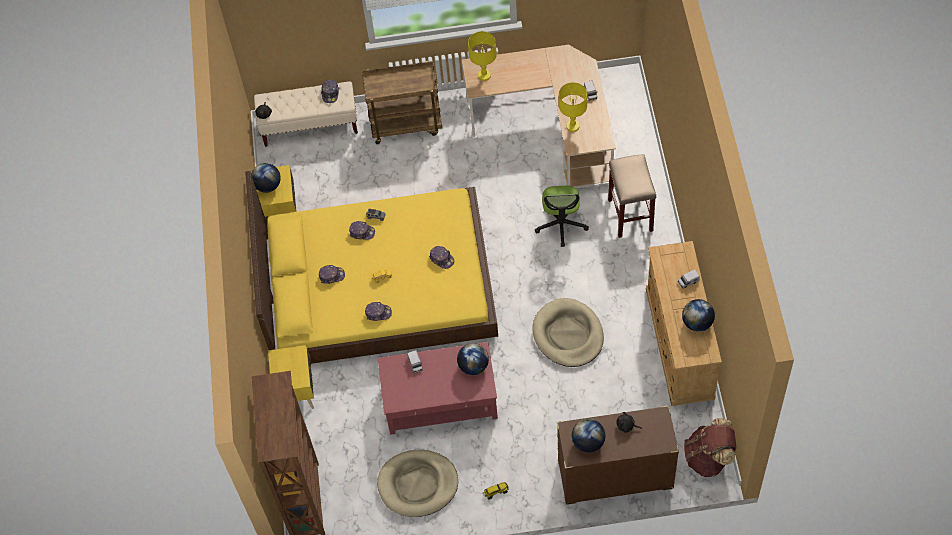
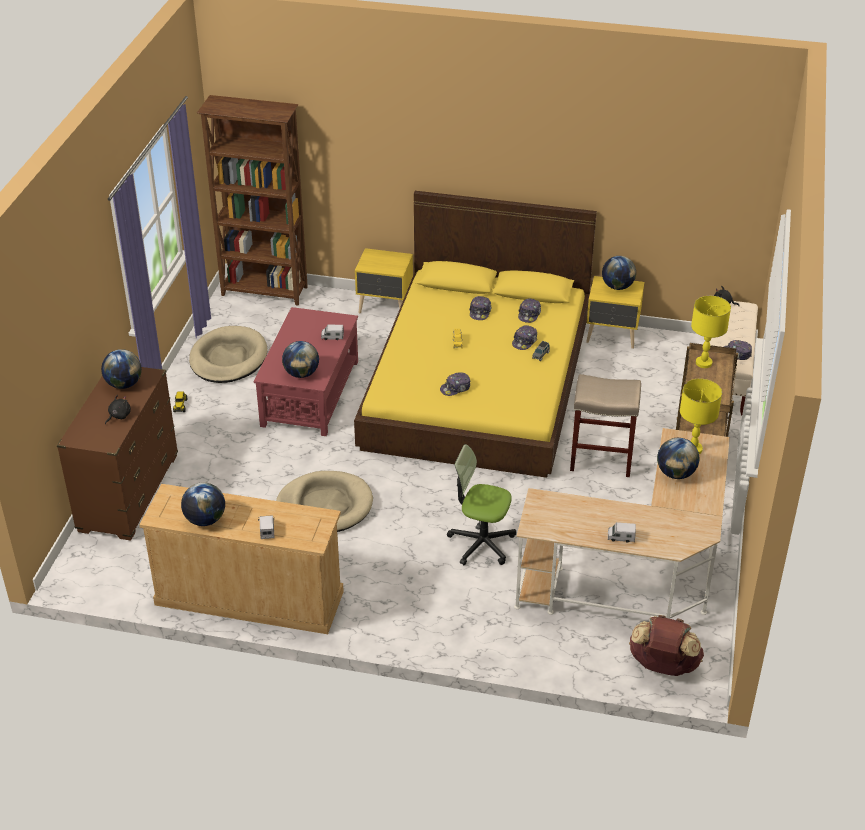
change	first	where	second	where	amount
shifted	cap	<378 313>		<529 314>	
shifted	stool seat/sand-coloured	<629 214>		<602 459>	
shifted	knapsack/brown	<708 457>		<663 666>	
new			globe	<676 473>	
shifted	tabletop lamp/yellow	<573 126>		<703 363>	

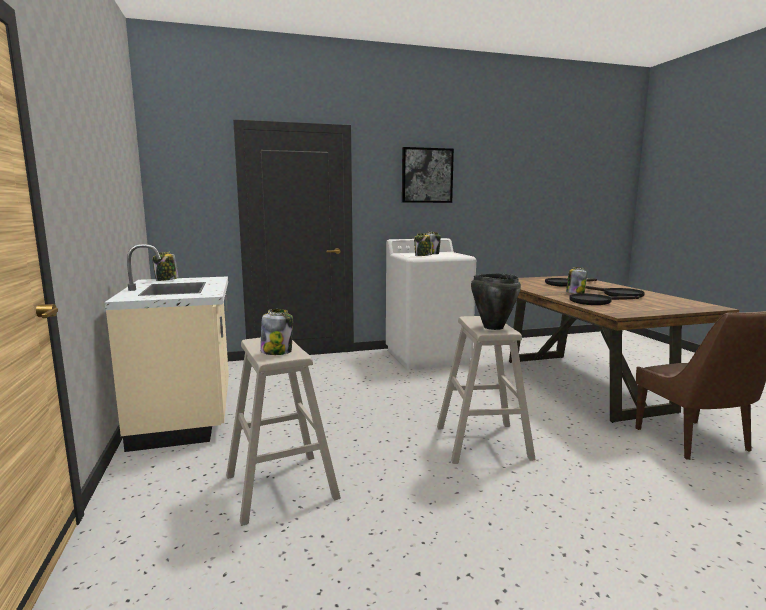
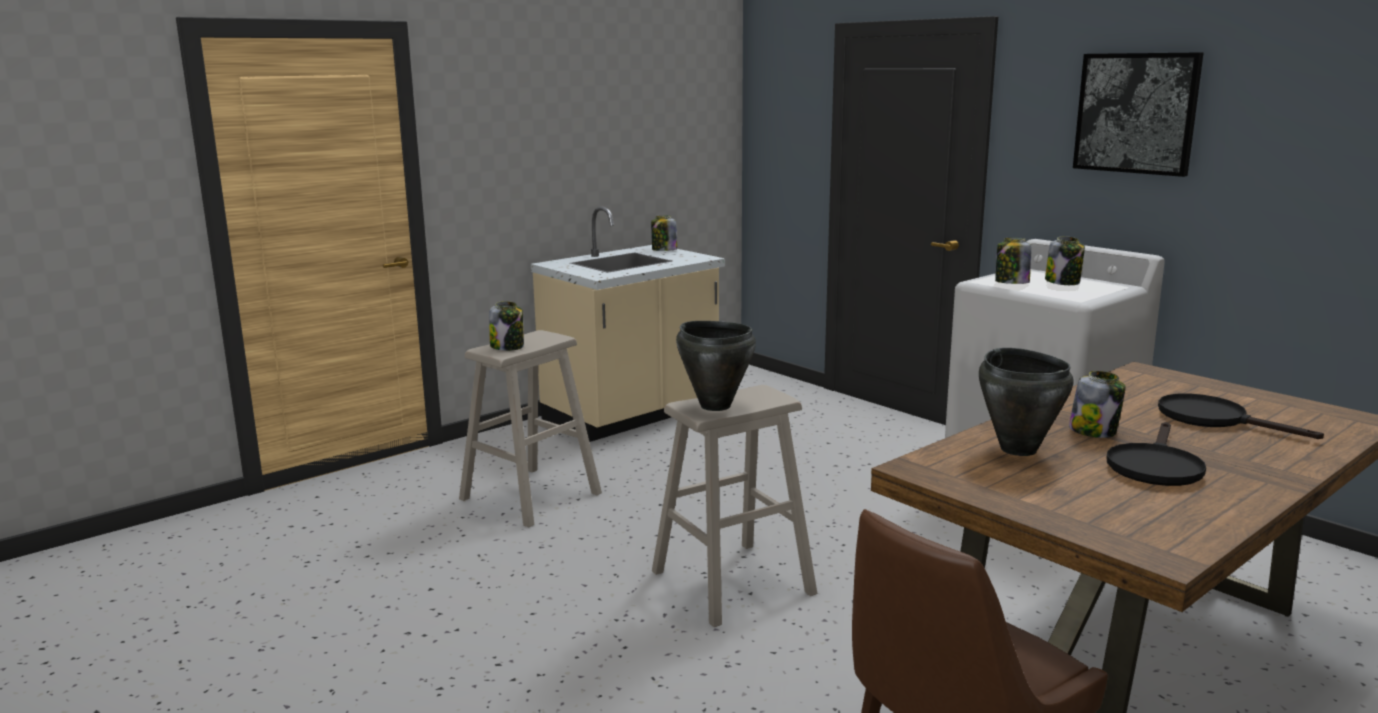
change	first	where	second	where	amount
swapped	frying pan/black	<595 302>	saucepot/black	<1018 449>	

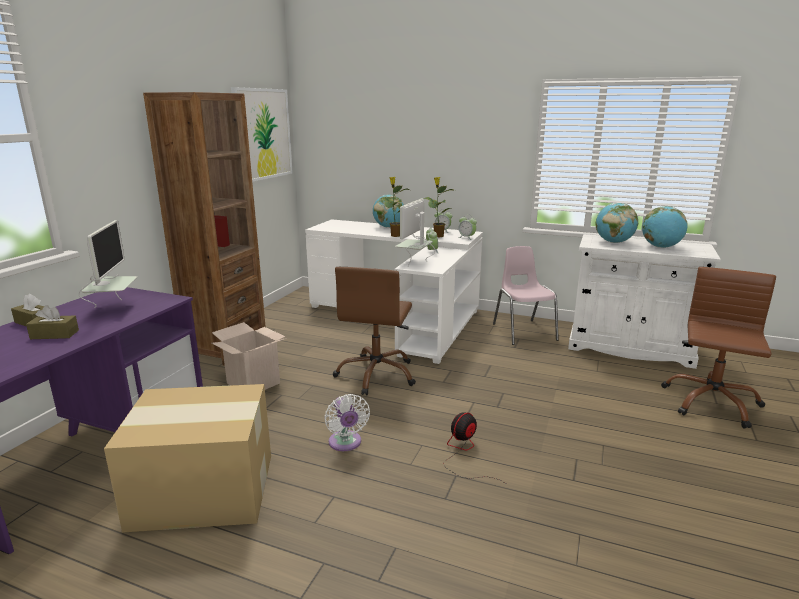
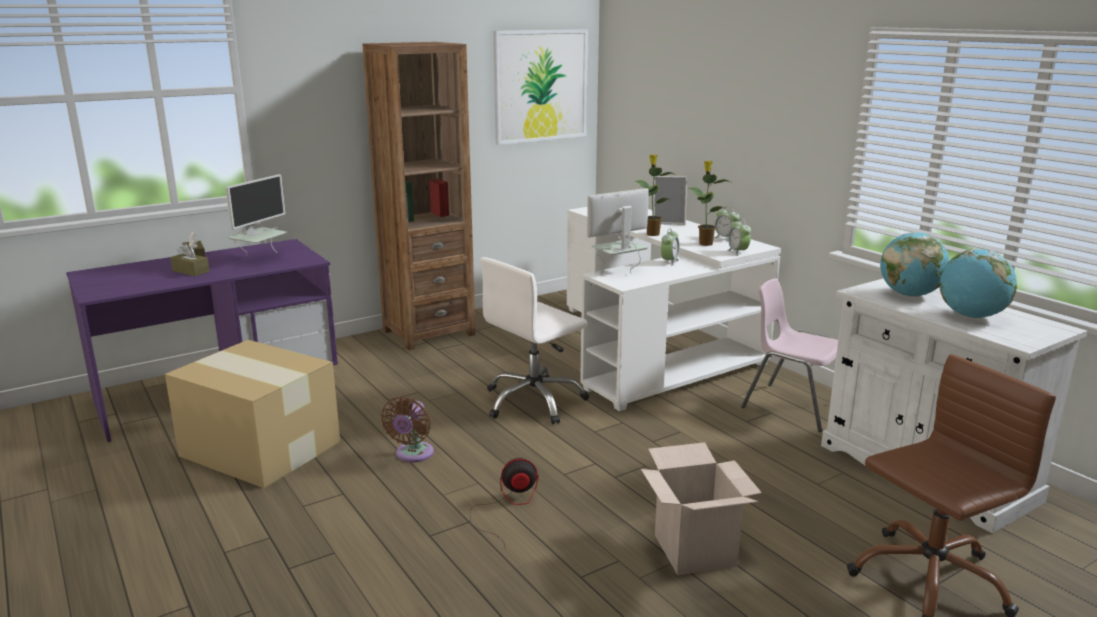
change	first	where	second	where	amount
repainted	cooling fan/white-coloured	<345 443>	cooling fan/brown	<412 455>	
repainted	computer chair/brown	<377 374>	computer chair/white-coloured	<534 401>	
shifted	carton	<253 383>		<694 551>	
swapped	globe	<388 227>	picture frame	<669 222>	
rotated	chair/pink-coloured	<523 331>		<792 406>	75 degrees counterclockwise

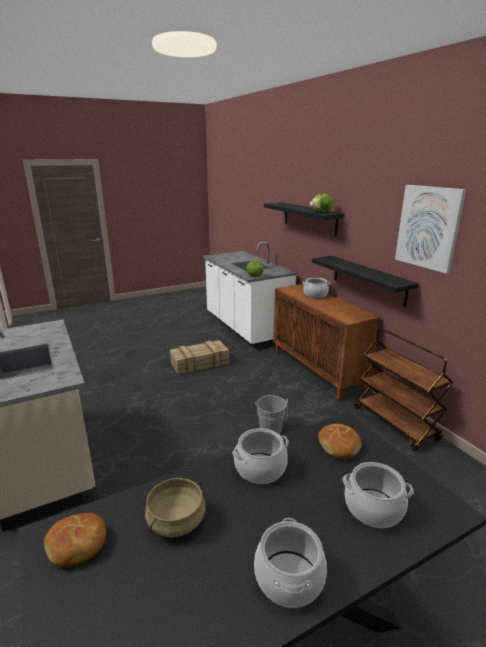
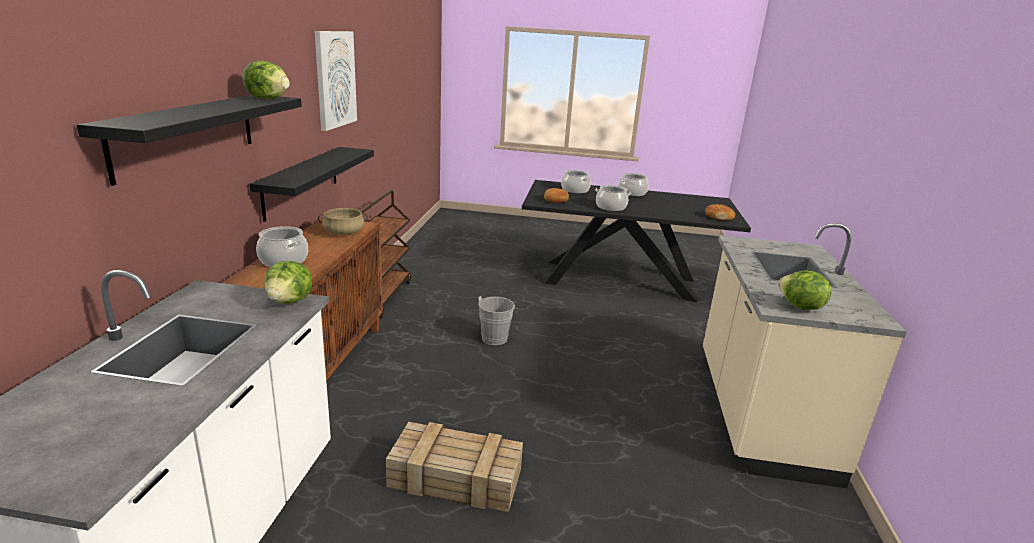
change	first	where	second	where	amount
shifted	saucepot/sand-coloured	<176 521>		<344 233>	
new			lettuce head	<800 307>	

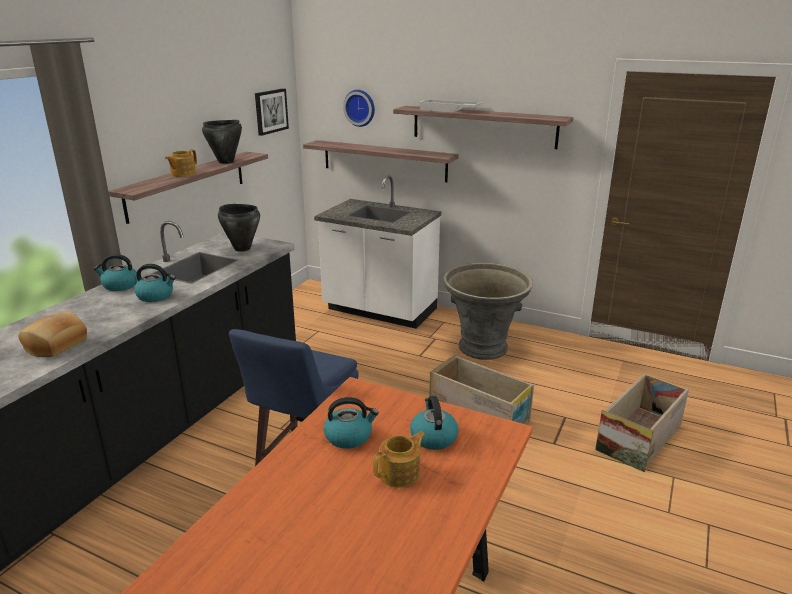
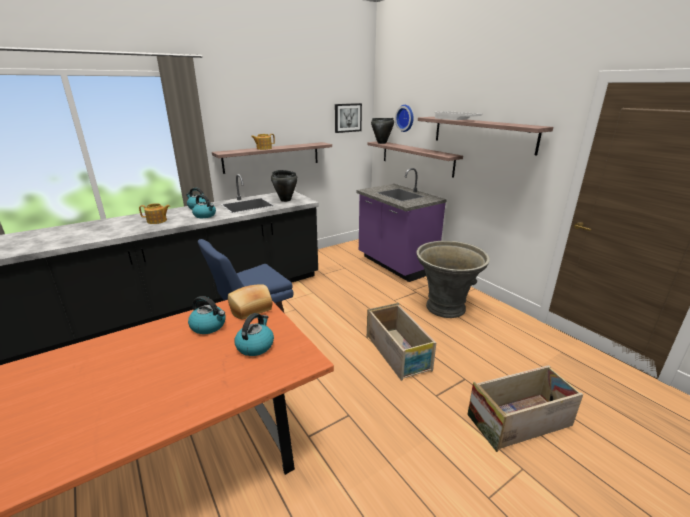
change	first	where	second	where	amount
shifted	tea pot	<400 473>		<157 221>	
shifted	bread	<57 345>		<251 309>	
repainted	kitchen counter/white-coloured	<379 311>	kitchen counter/purple-coloured	<395 265>	
shifted	saucepot/black	<226 162>		<382 143>	

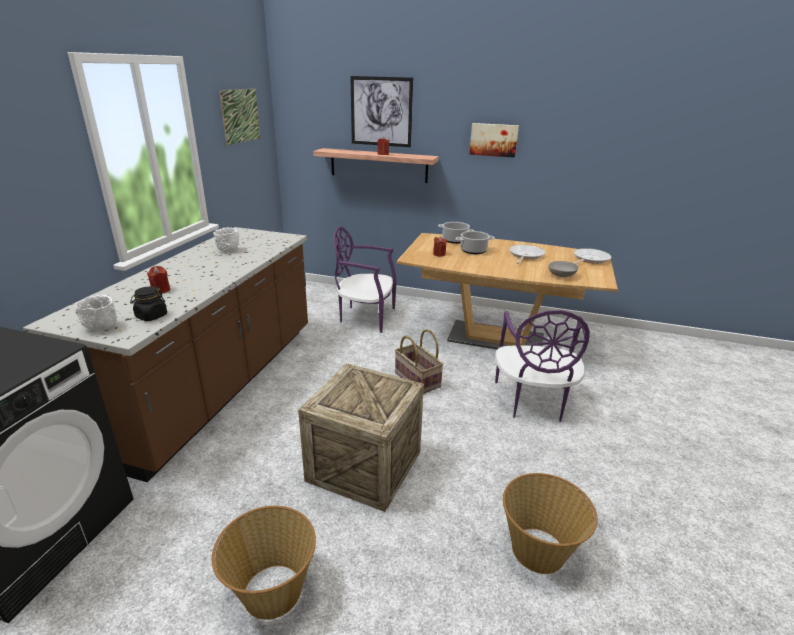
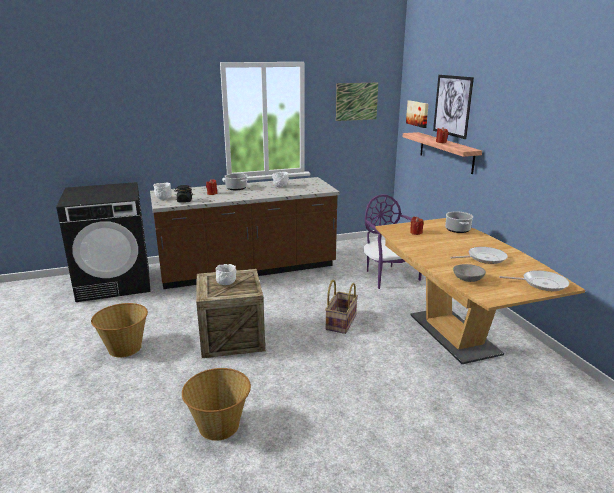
change	first	where	second	where	amount
new			deep dish/white-coloured	<226 284>	
shifted	saucepot	<474 251>		<236 188>	
shifted	wall art	<493 140>		<418 113>	
gone	chair/purple-coloured	<532 401>			

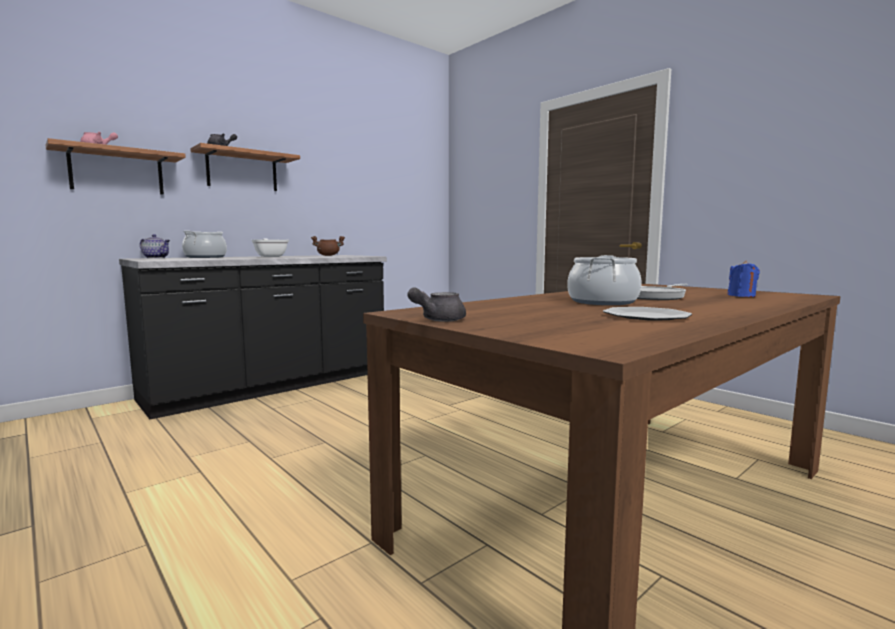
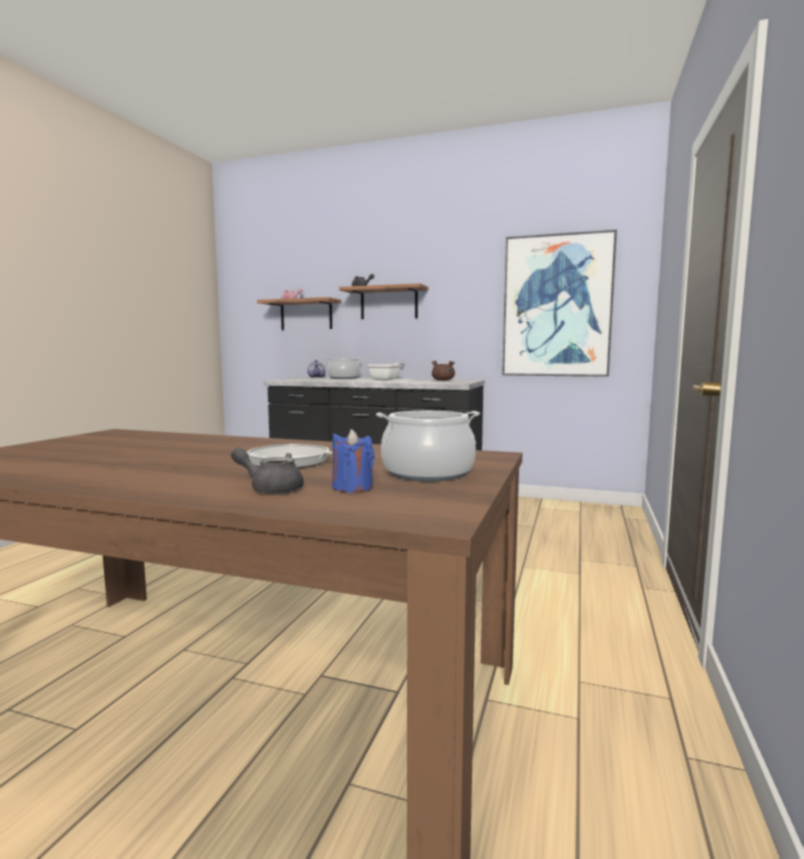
change	first	where	second	where	amount
shifted	tea pot/gray	<437 320>		<271 488>	
shifted	saucepot	<603 302>		<428 473>	
new			wall art	<557 306>	
gone	flat dish	<646 316>			

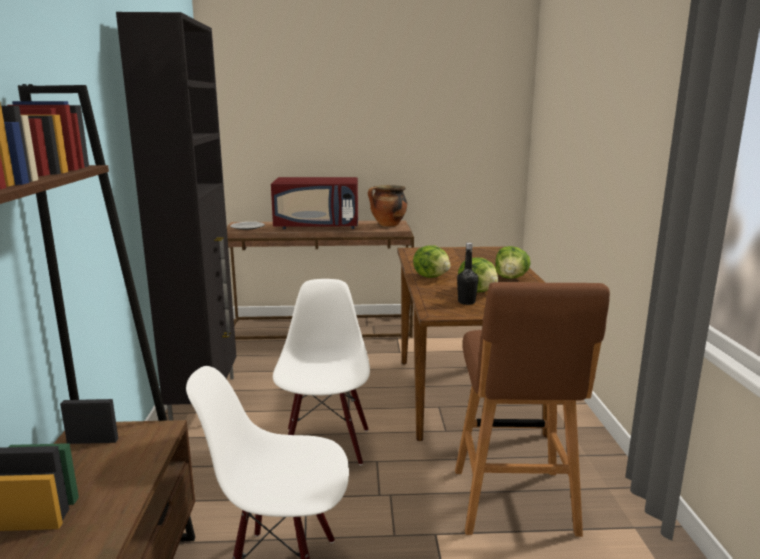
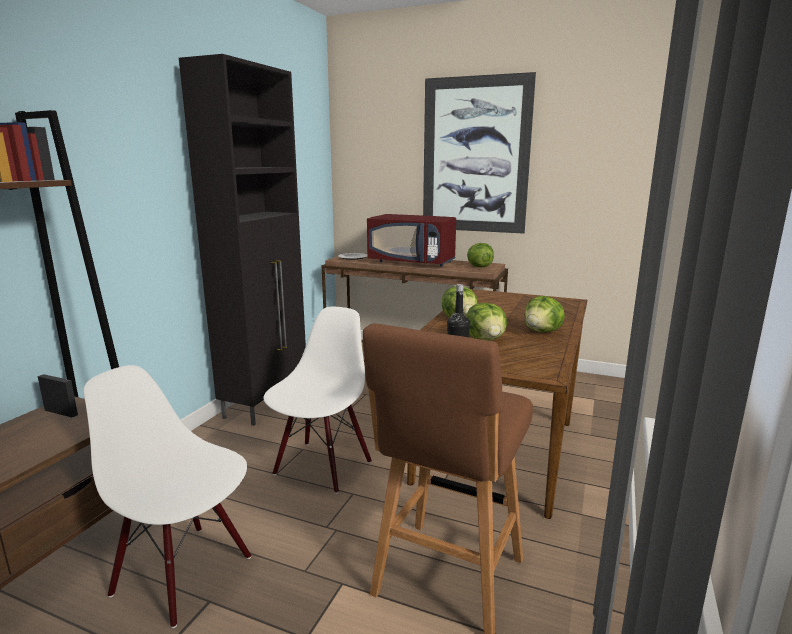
change	first	where	second	where	amount
new			wall art	<475 156>	
swapped	saucepot	<388 225>	lettuce head	<479 266>	

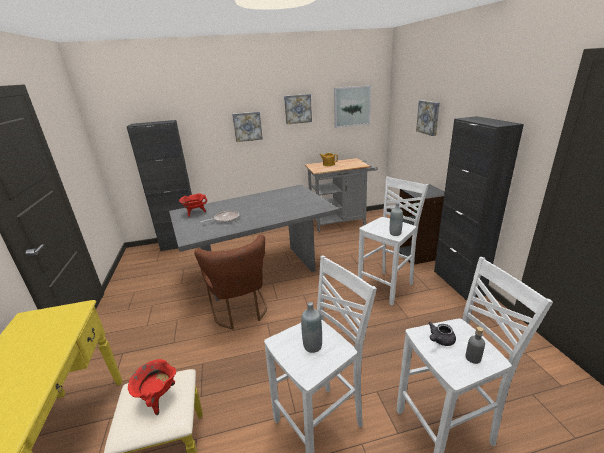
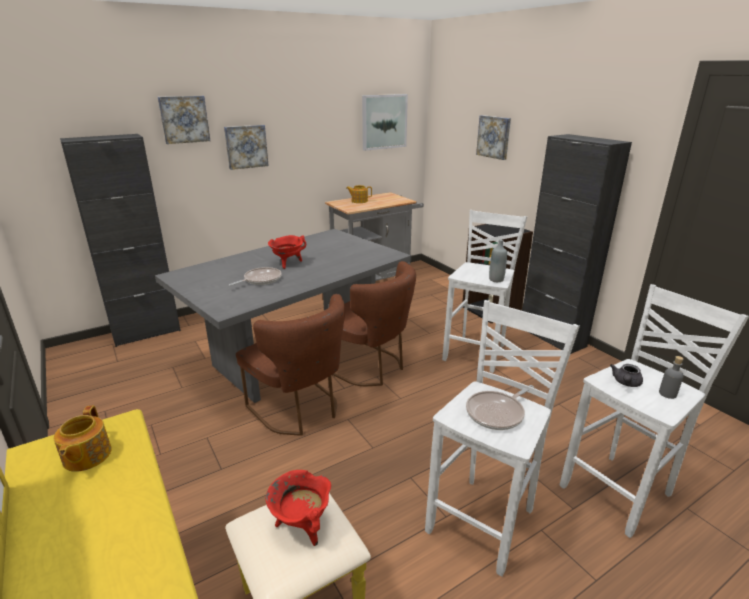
change	first	where	second	where	amount
new			tea pot	<86 456>	
shifted	wall art	<298 109>		<184 119>	
shifted	saucepot/red-coloured	<195 213>		<288 263>	
new			chair/brown	<369 367>	
swapped	beverage bottle/gray	<312 346>	frying pan	<497 413>	

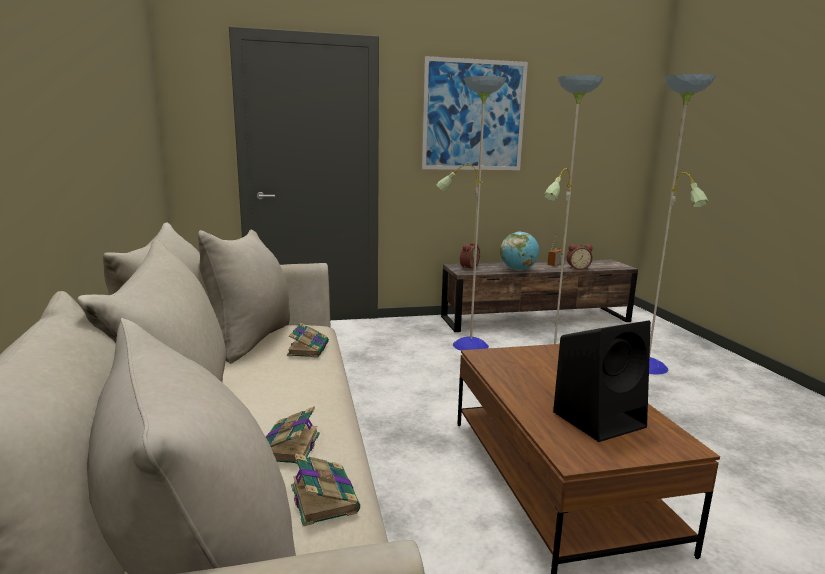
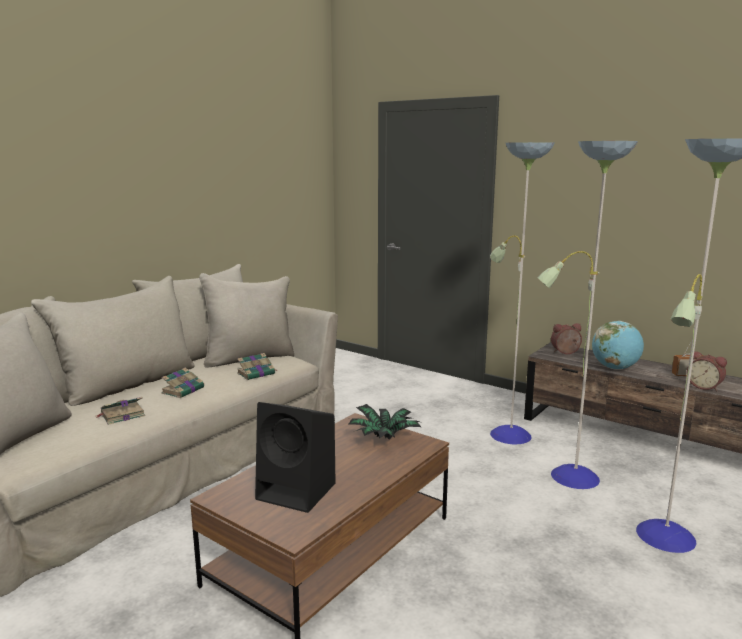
change	first	where	second	where	amount
shifted	volume	<323 497>		<183 390>	
new			houseplant	<383 439>	
gone	wall art	<474 115>			

